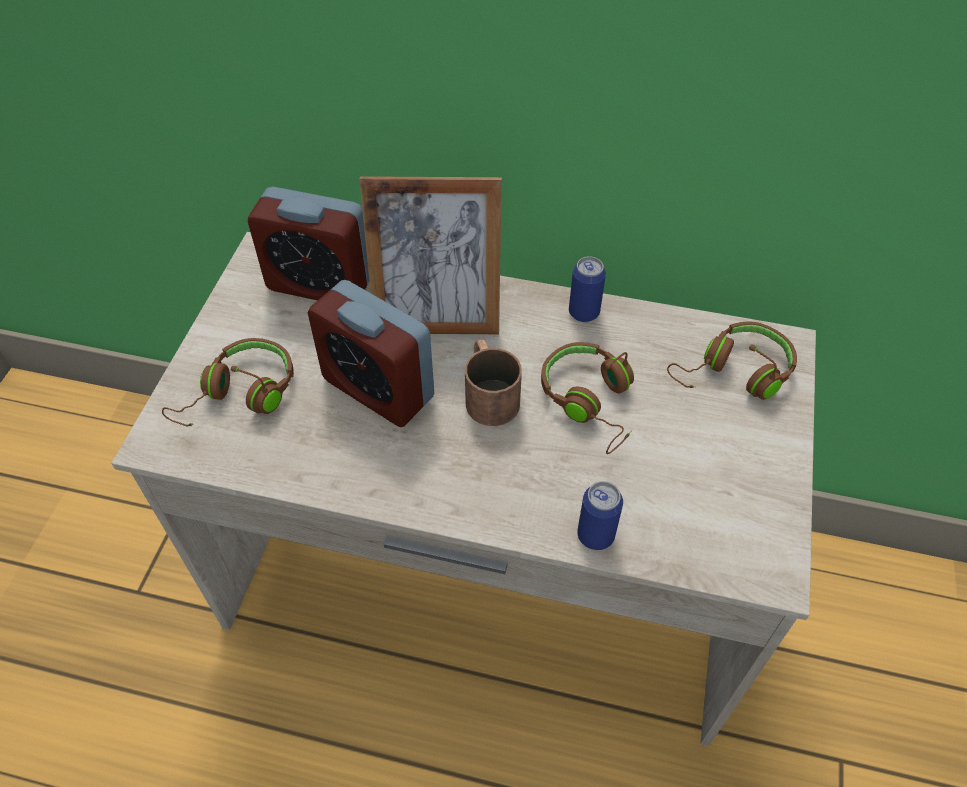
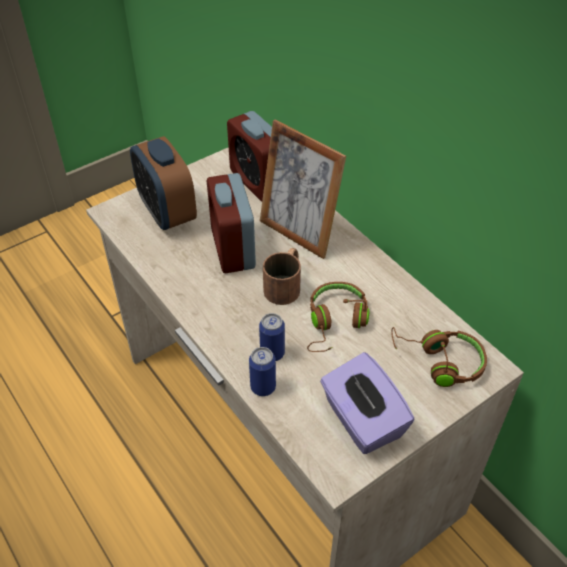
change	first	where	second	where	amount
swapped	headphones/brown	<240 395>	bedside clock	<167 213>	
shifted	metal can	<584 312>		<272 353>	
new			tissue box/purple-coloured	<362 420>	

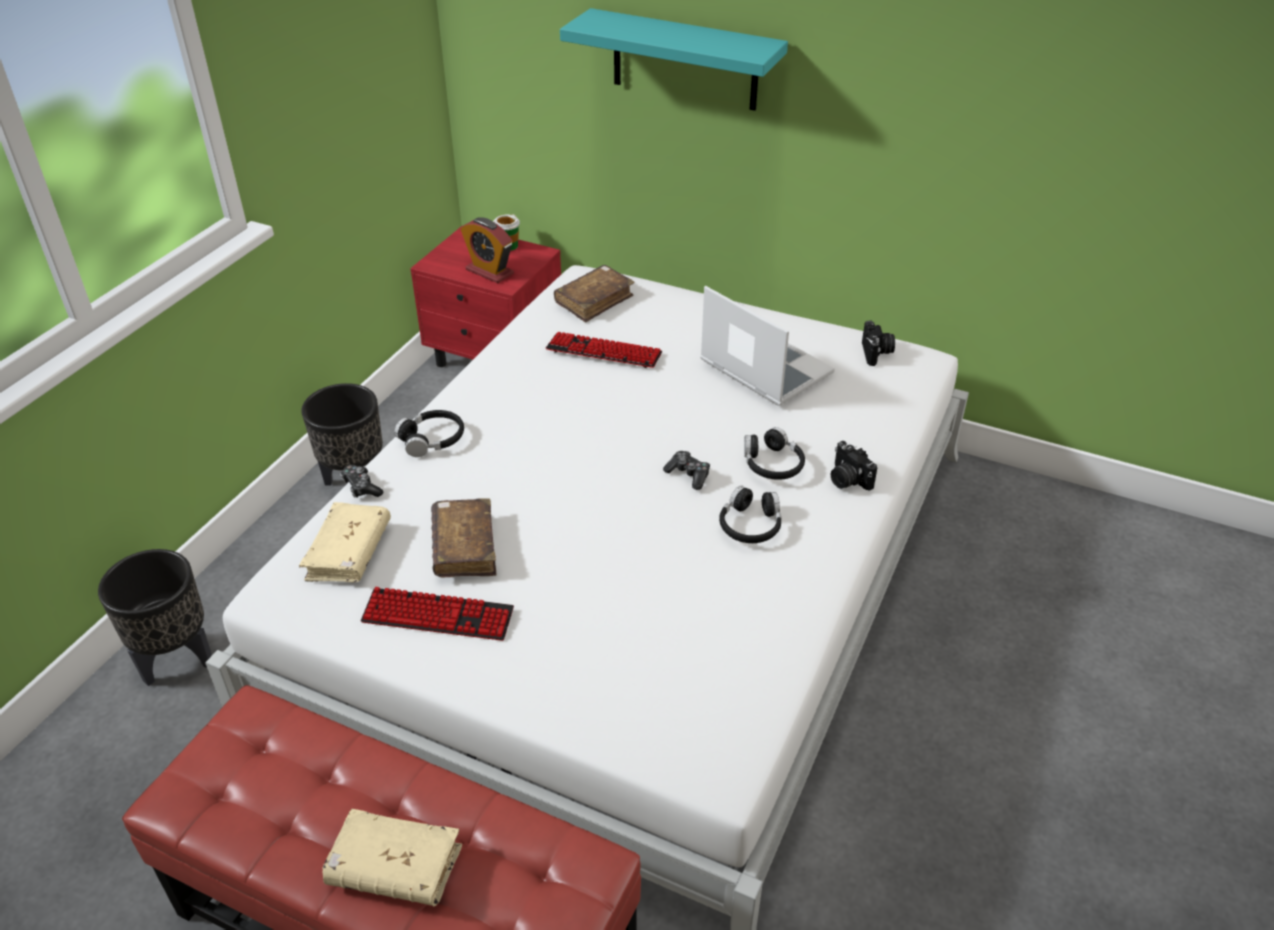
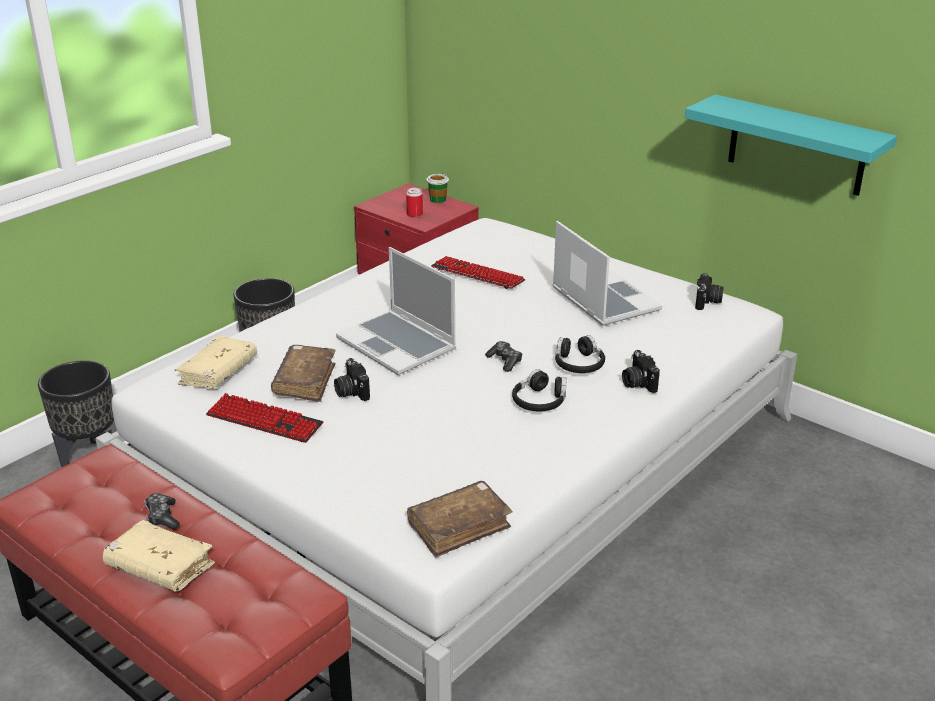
change	first	where	second	where	amount
shifted	game controller	<361 487>		<162 517>	
new			still camera	<351 391>	
new			laptop	<398 344>	
swapped	bedside clock	<489 272>	metal can	<414 215>	
shifted	volume/brown	<594 301>		<459 527>	
shifted	bracket shelf/blue-green	<685 60>		<796 146>	
gone	headphones/black	<432 439>			

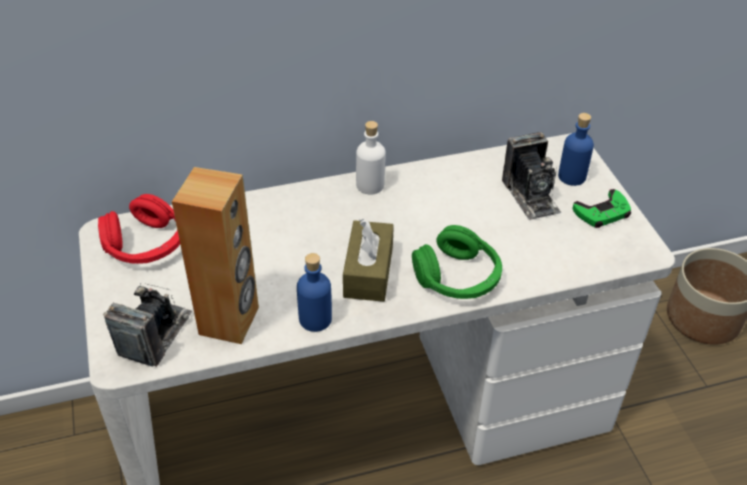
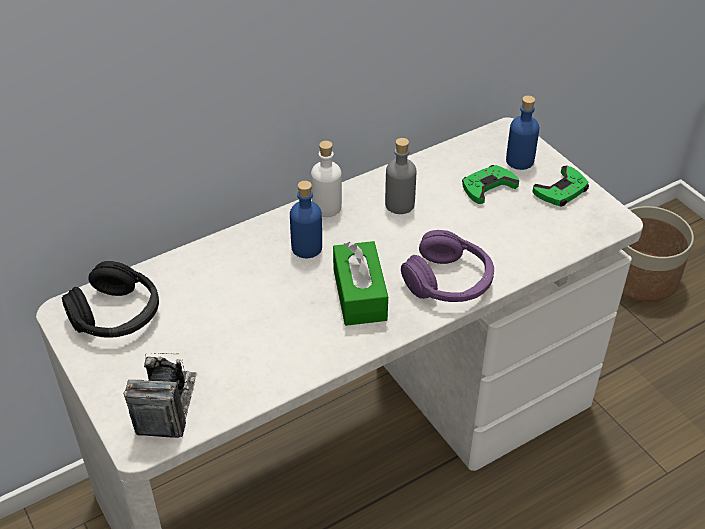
change	first	where	second	where	amount
repainted	headphones/red-coloured	<145 244>	headphones/black	<116 315>	
shifted	beverage bottle/blue-coloured	<315 319>		<307 248>	
repainted	tissue box/brown	<368 272>	tissue box/greenish	<359 294>	
new			beverage bottle/gray	<399 204>	
repainted	headphones/greenish	<457 277>	headphones/purple-coloured	<449 282>	
swapped	still camera	<530 195>	game controller/greenish	<488 187>	
gone	loudspeaker/brown	<230 321>			

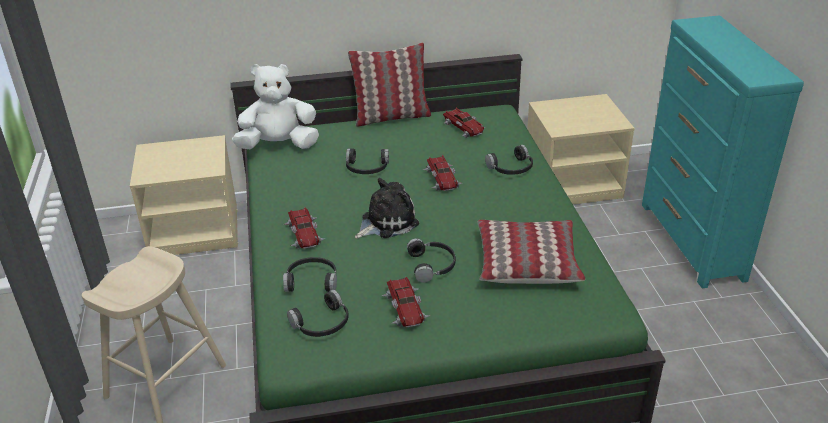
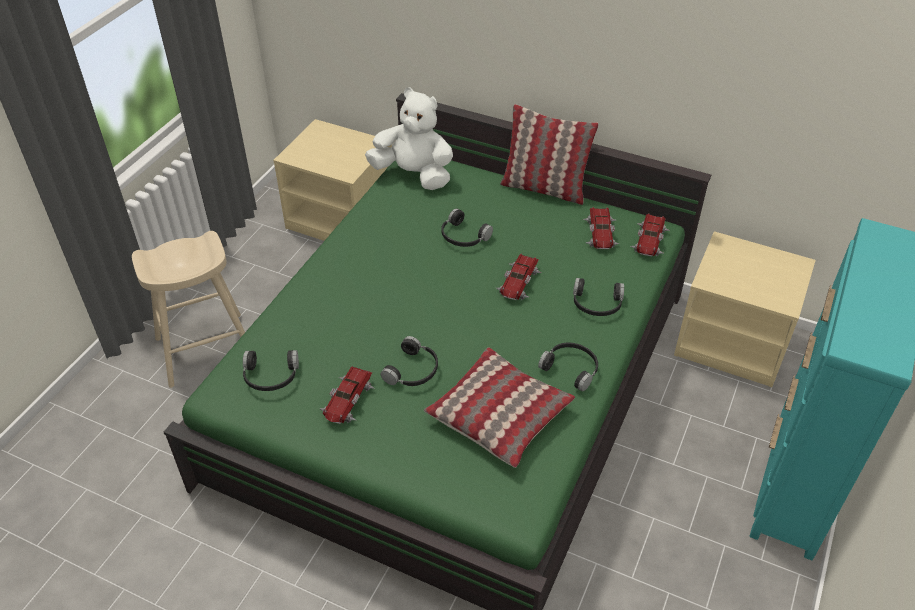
change	first	where	second	where	amount
shifted	headphones/black	<312 280>		<571 368>	
shifted	model car	<305 234>		<650 240>	
gone	cuddly toy	<386 222>			

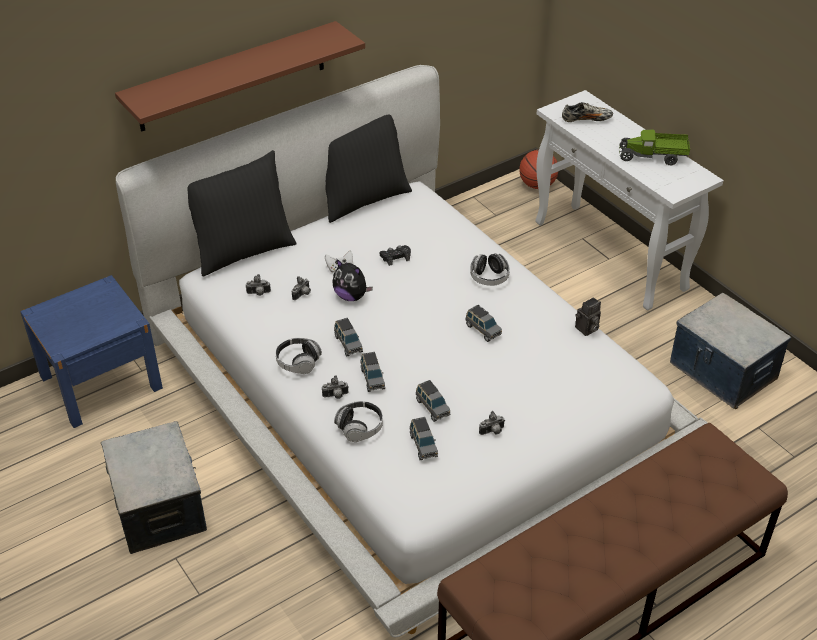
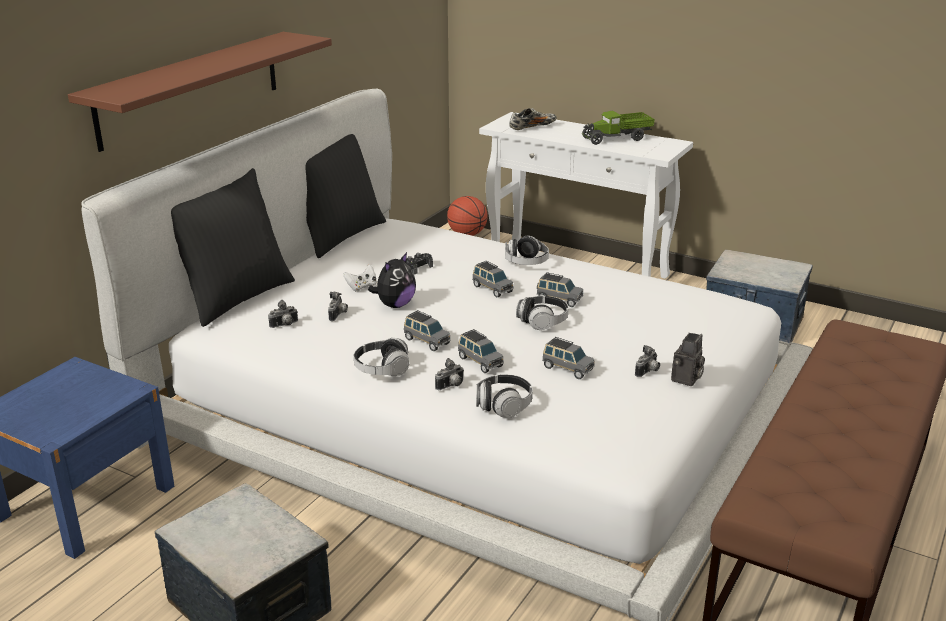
change	first	where	second	where	amount
rotated	cuddly toy	<351 296>		<395 305>	60 degrees counterclockwise
shifted	model car/gray	<423 445>		<492 289>	
new			headphones	<542 321>	
shifted	still camera	<586 329>		<686 380>	

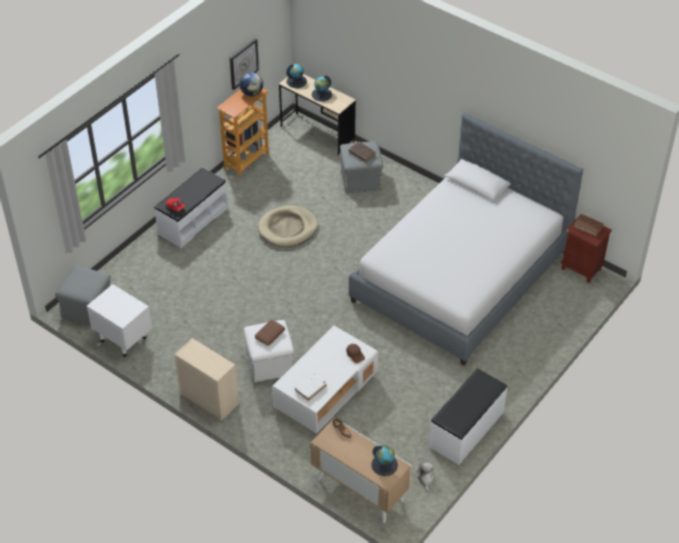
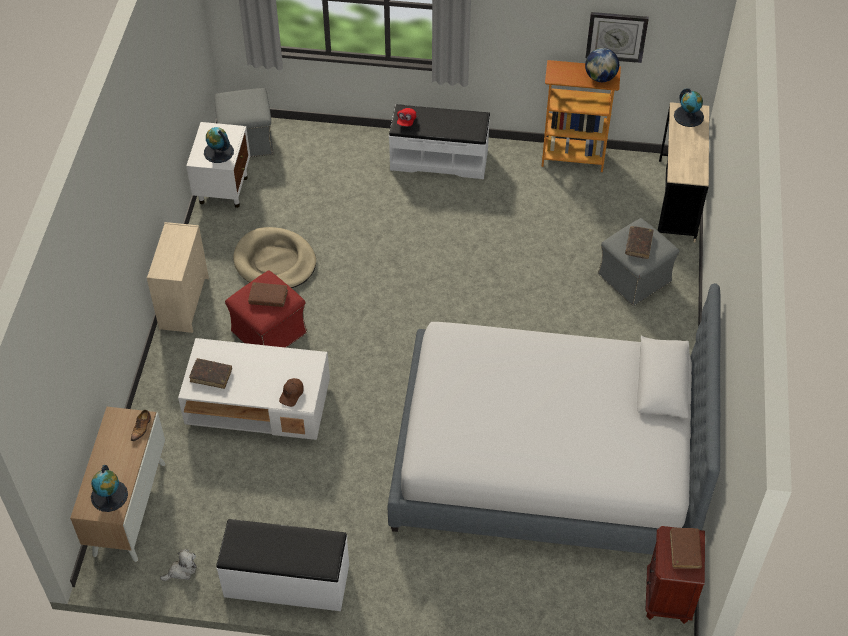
change	first	where	second	where	amount
repainted	volume/white-coloured	<310 389>	volume/brown	<211 376>	
shifted	globe	<322 94>		<218 152>	
repainted	pouffe/white-coloured	<269 363>	pouffe/red-coloured	<269 331>	
shifted	pet bed/sand-coloured	<288 228>		<275 262>	

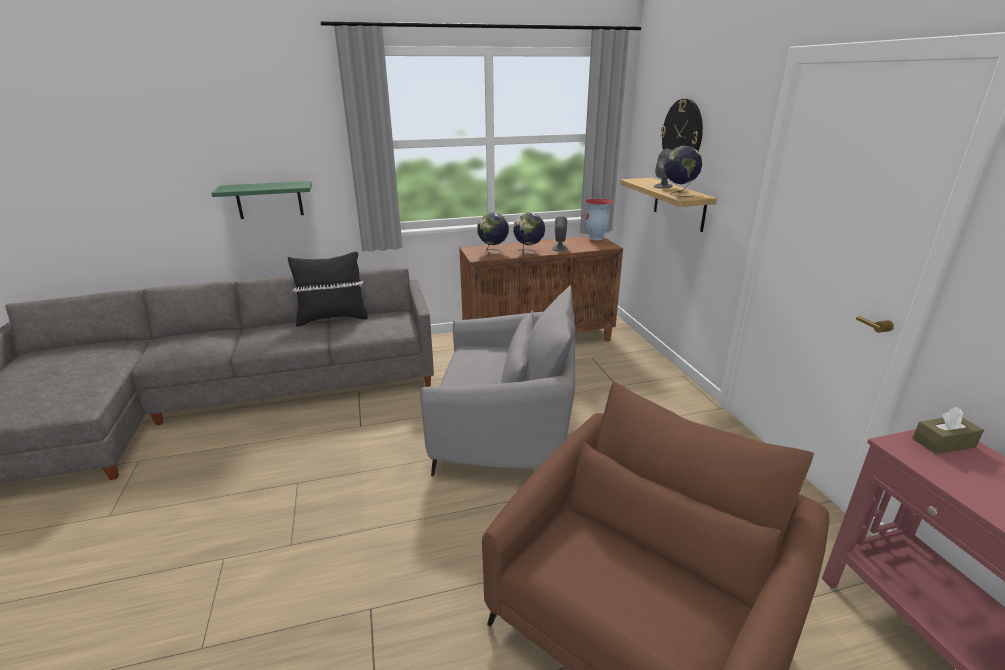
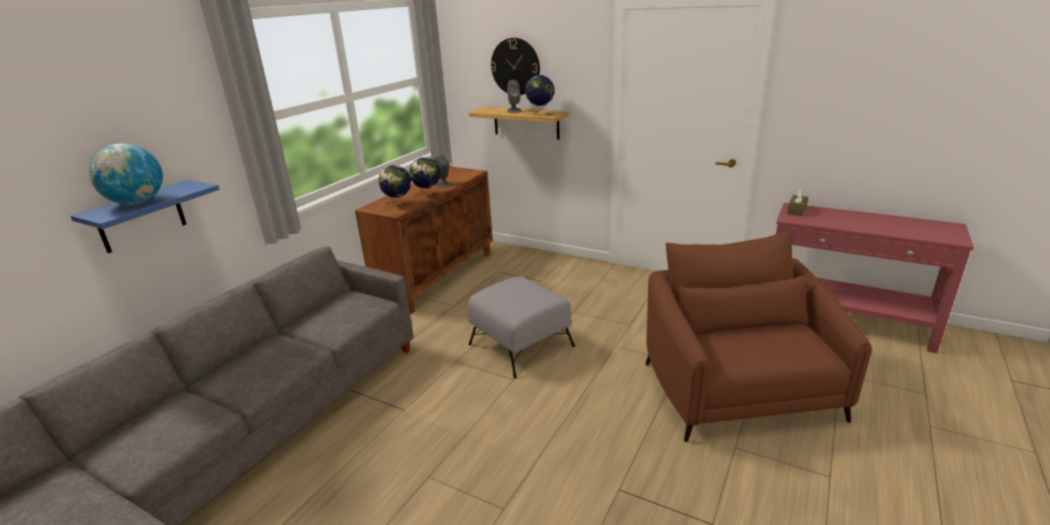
change	first	where	second	where	amount
repainted	bracket shelf/greenish	<269 200>	bracket shelf/blue-coloured	<141 217>	
new			globe	<137 202>	
swapped	lounge chair/gray	<506 431>	pouffe/gray	<521 345>	
gone	pillow/black	<332 318>			
gone	flower vase	<596 238>			

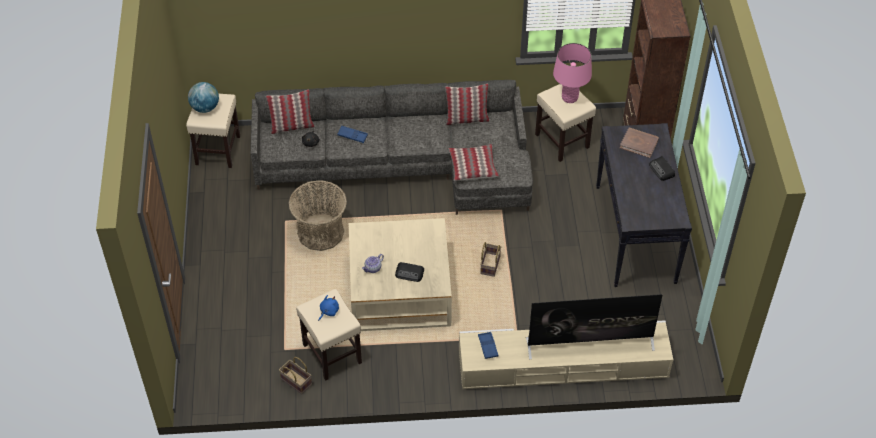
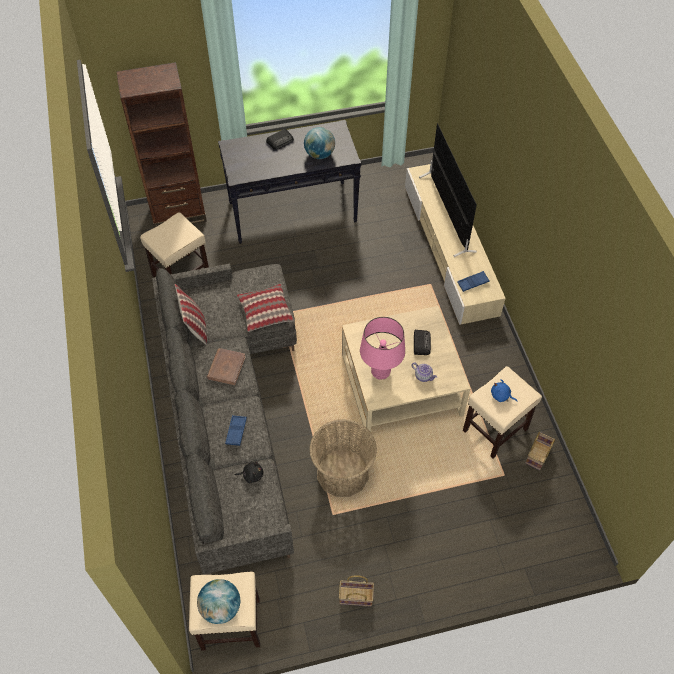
change	first	where	second	where	amount
shifted	volume/brown	<639 144>		<226 367>	
new			globe	<319 154>	
shifted	household basket	<490 264>		<355 597>	
shifted	tabletop lamp/pink-coloured	<569 98>		<380 372>	
gone	pillow	<291 126>			

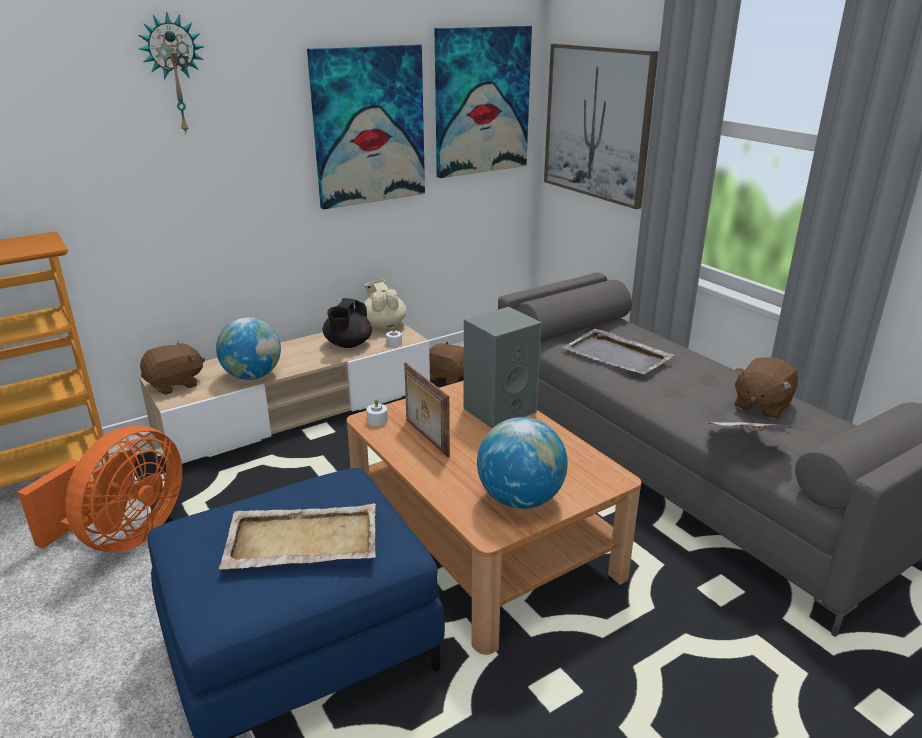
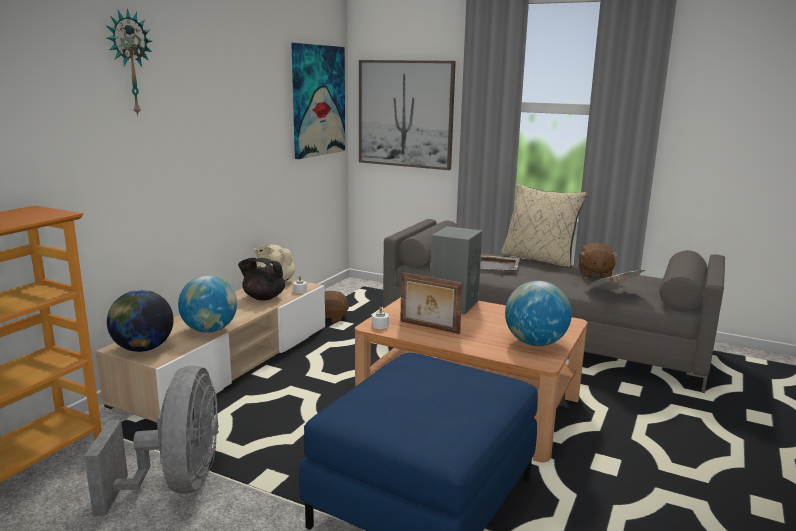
change	first	where	second	where	amount
repainted	cooling fan/orange-coloured	<124 537>	cooling fan/gray	<177 484>	
swapped	cuddly toy/brown	<175 384>	globe	<143 349>	
rotated	tea pot/black	<348 344>		<263 297>	120 degrees clockwise
new			pillow/sand-coloured	<539 259>	
gone	tray/sand-coloured	<301 540>			
gone	wall art	<369 126>			

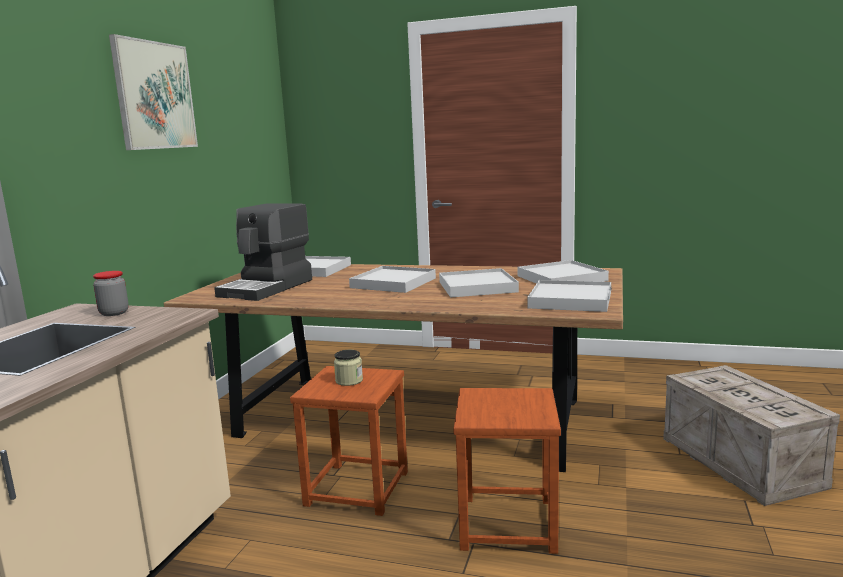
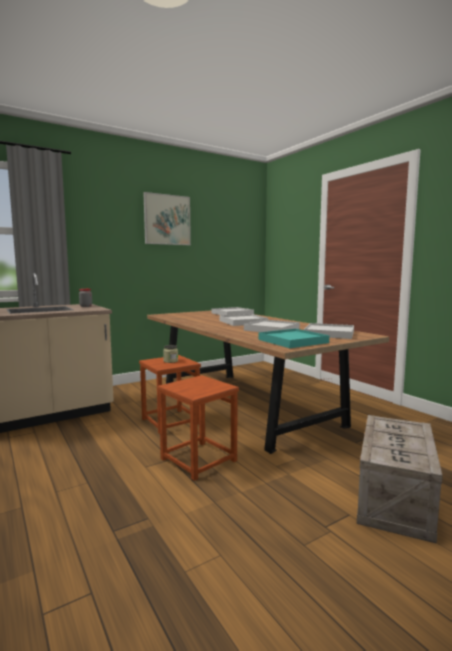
change	first	where	second	where	amount
repainted	tray/white-coloured	<570 300>	tray/blue-green	<293 341>	
gone	coffee brewer	<268 288>			

